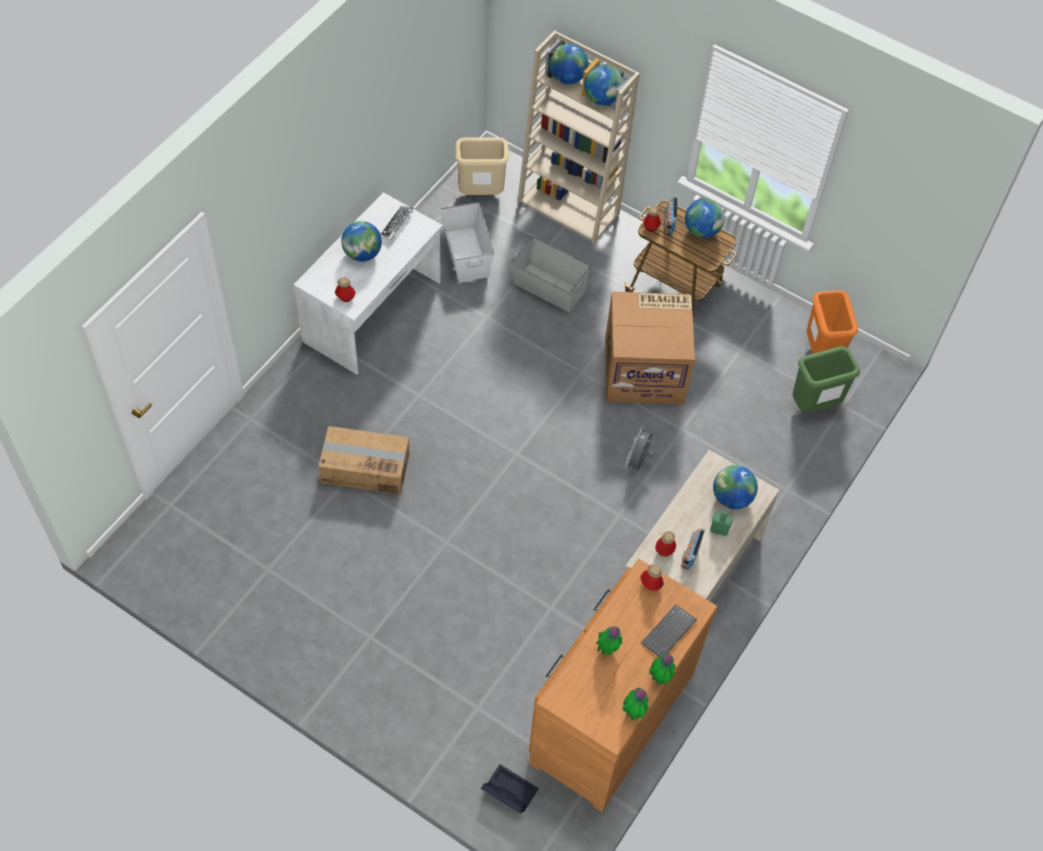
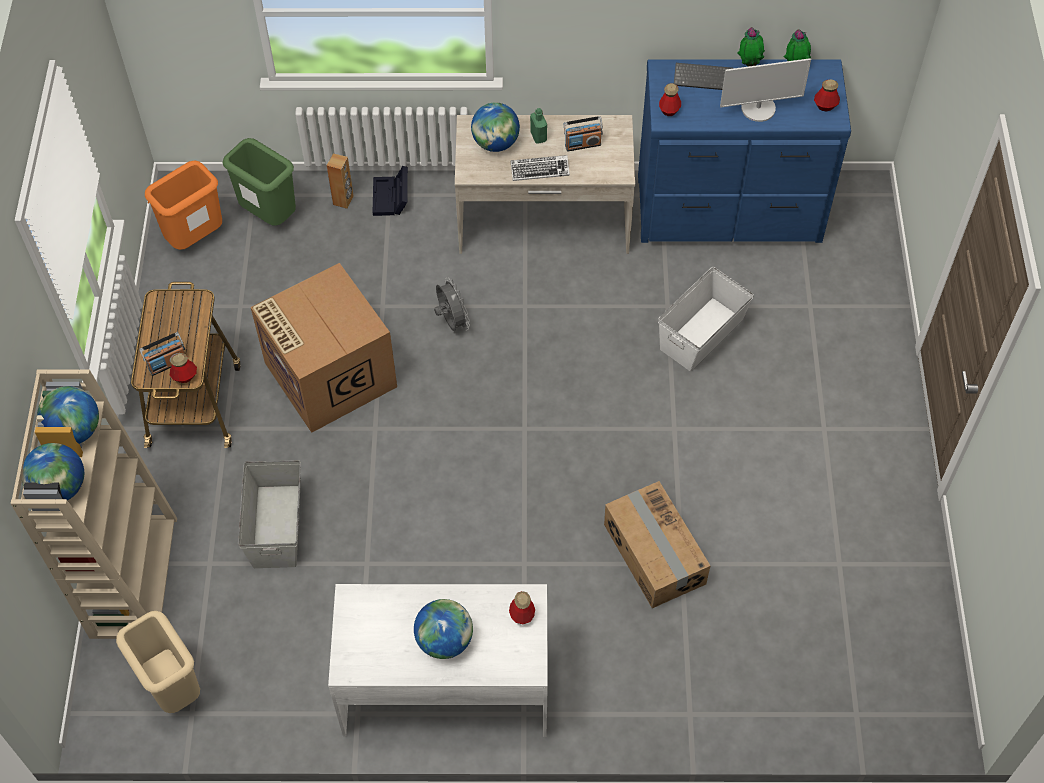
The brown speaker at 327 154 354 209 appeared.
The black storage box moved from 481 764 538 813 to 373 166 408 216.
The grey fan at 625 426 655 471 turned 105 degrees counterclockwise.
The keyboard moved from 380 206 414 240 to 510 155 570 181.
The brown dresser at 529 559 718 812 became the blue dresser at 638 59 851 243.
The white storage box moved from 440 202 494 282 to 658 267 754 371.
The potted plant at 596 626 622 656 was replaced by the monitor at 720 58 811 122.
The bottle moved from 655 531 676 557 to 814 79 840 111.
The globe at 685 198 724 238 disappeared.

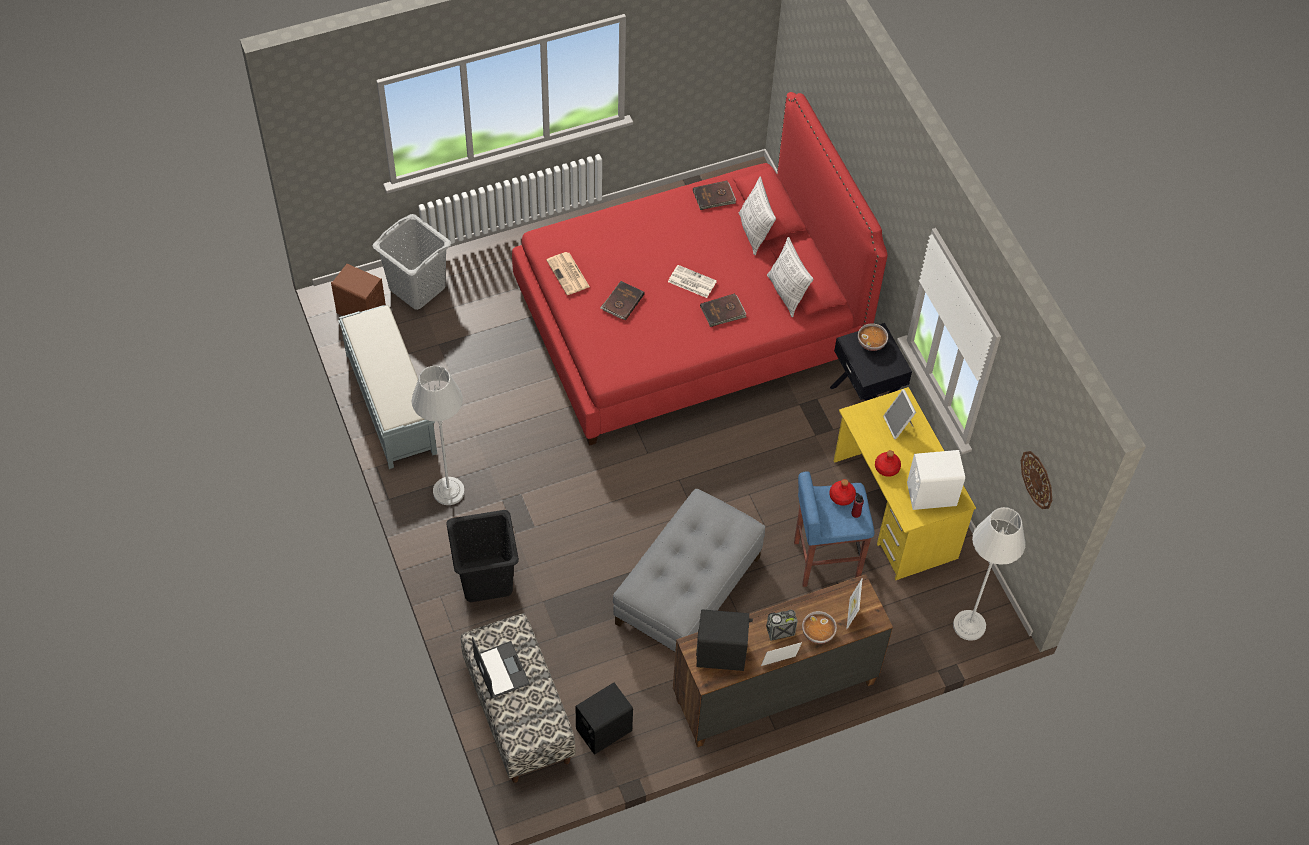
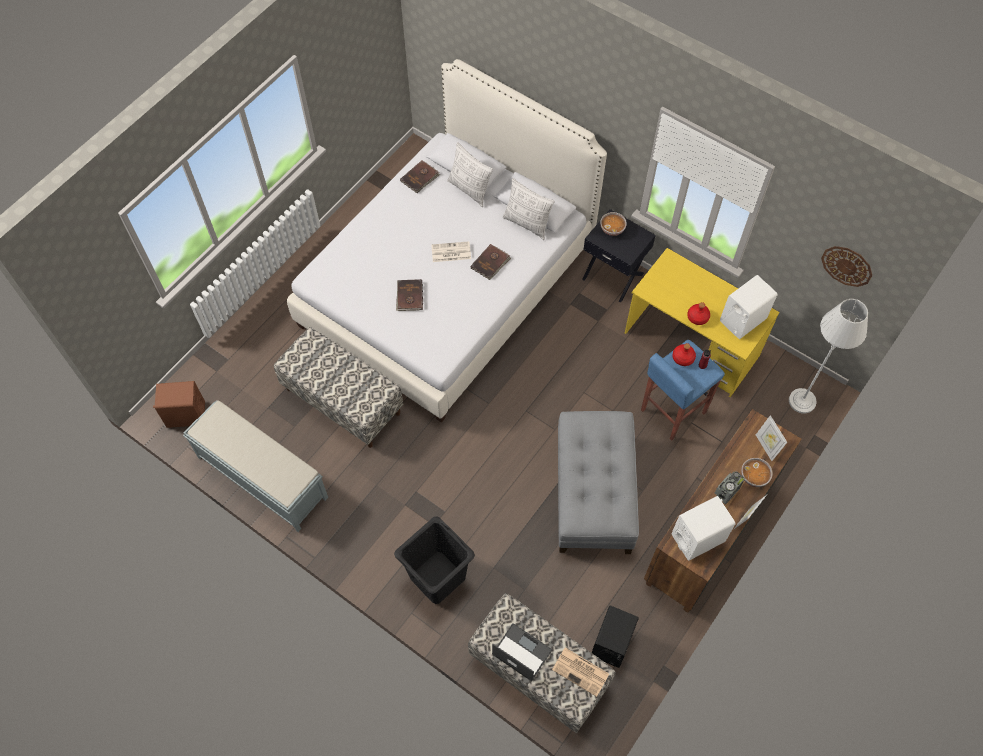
The bench at 274 327 403 448 appeared.
The red bed at 512 92 888 446 became the white bed at 287 59 607 423.
The newspaper moved from 546 252 590 295 to 552 648 609 697.
The black speaker at 696 609 753 671 became the white speaker at 672 496 736 561.
The grey laundry basket at 373 214 451 310 disappeared.
The grey floor lamp at 411 366 465 505 disappeared.
The picture frame at 883 389 916 439 disappeared.

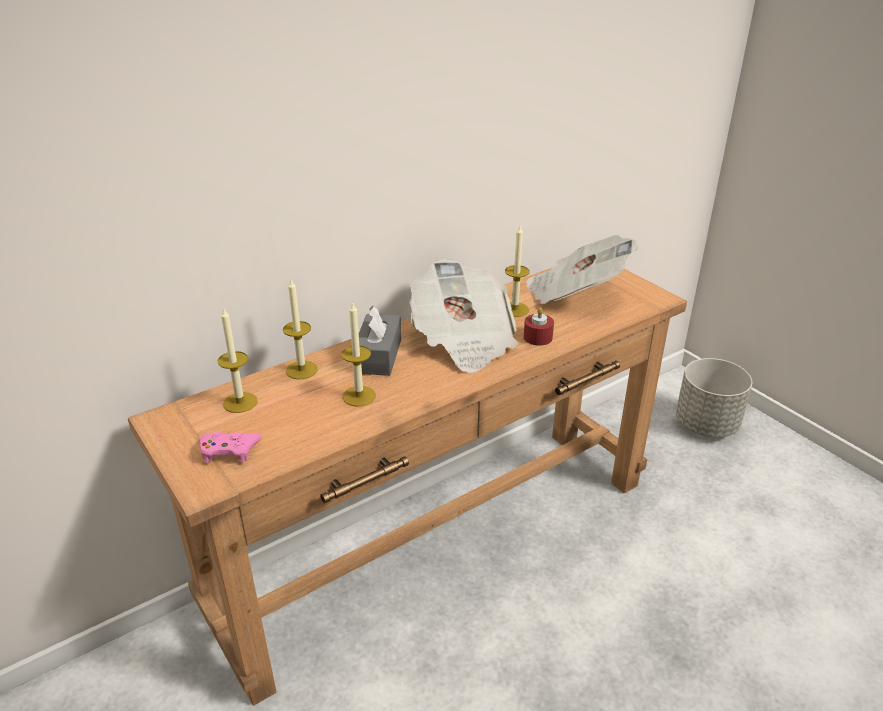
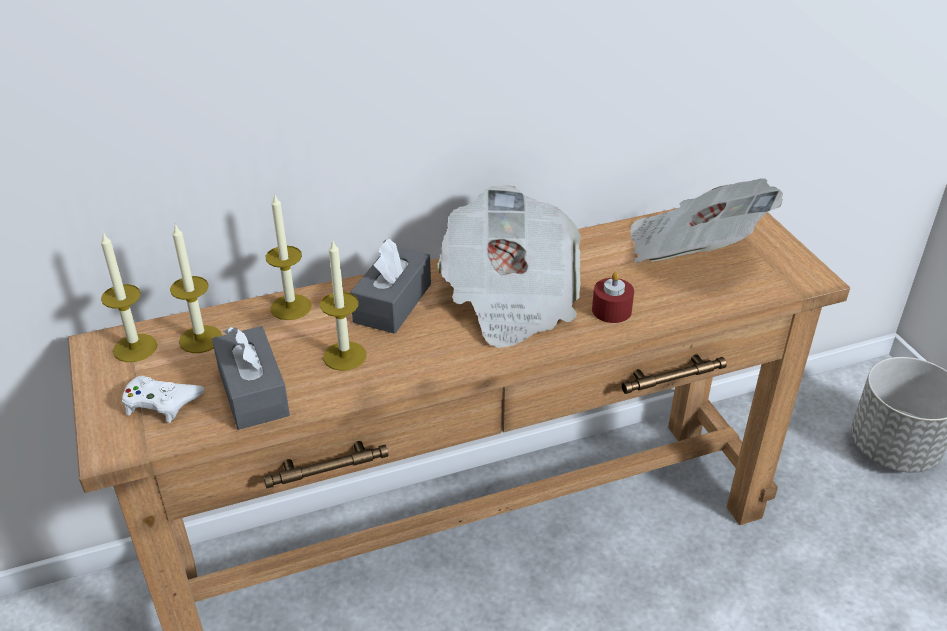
The candle moved from 505 226 530 317 to 101 232 158 362.
The pink game controller at 200 431 261 464 became the white game controller at 122 376 204 423.
The grey tissue box at 212 326 290 430 appeared.

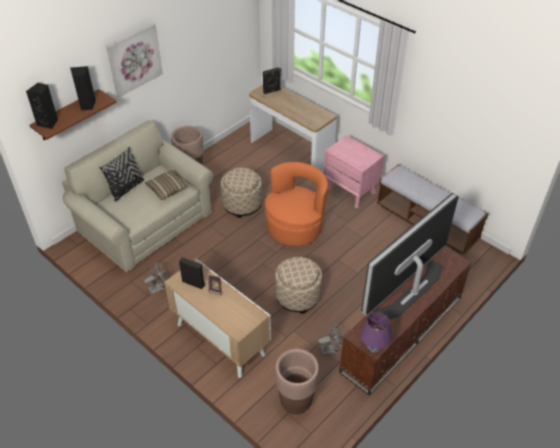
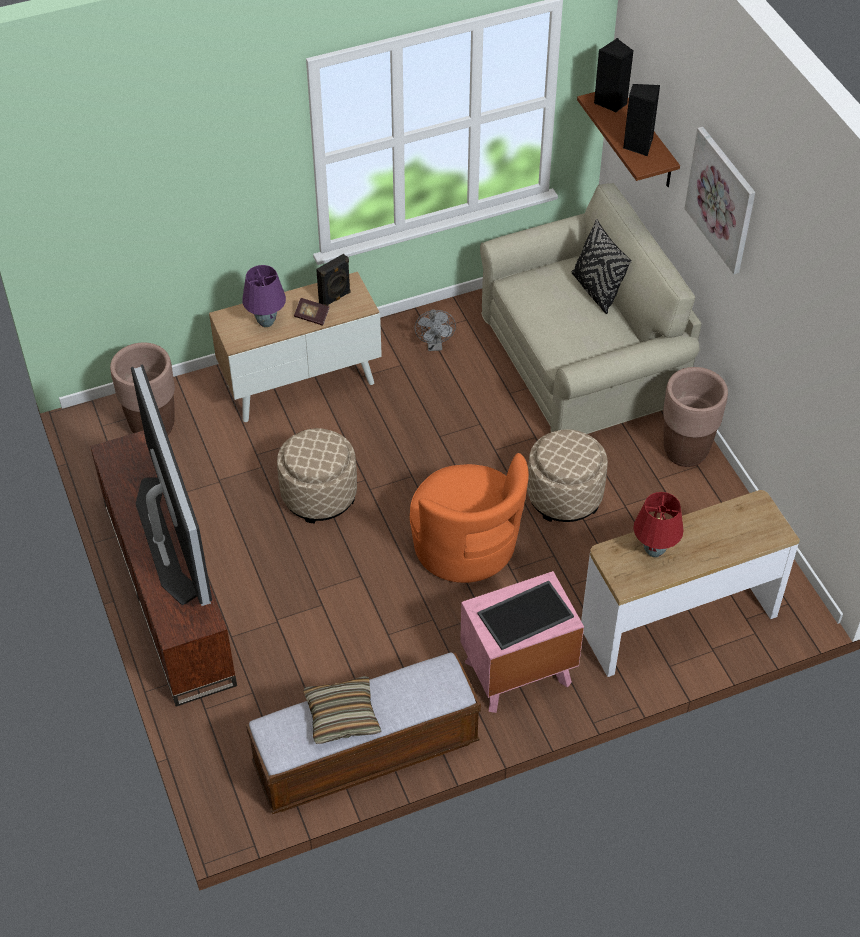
The purple table lamp moved from 360 312 392 353 to 242 265 286 327.
The pillow moved from 145 170 188 200 to 303 676 382 744.
The tray at 477 581 574 650 appeared.
The red table lamp at 633 492 684 557 appeared.
The black speaker at 263 67 281 94 disappeared.
The grey fan at 318 323 344 356 disappeared.

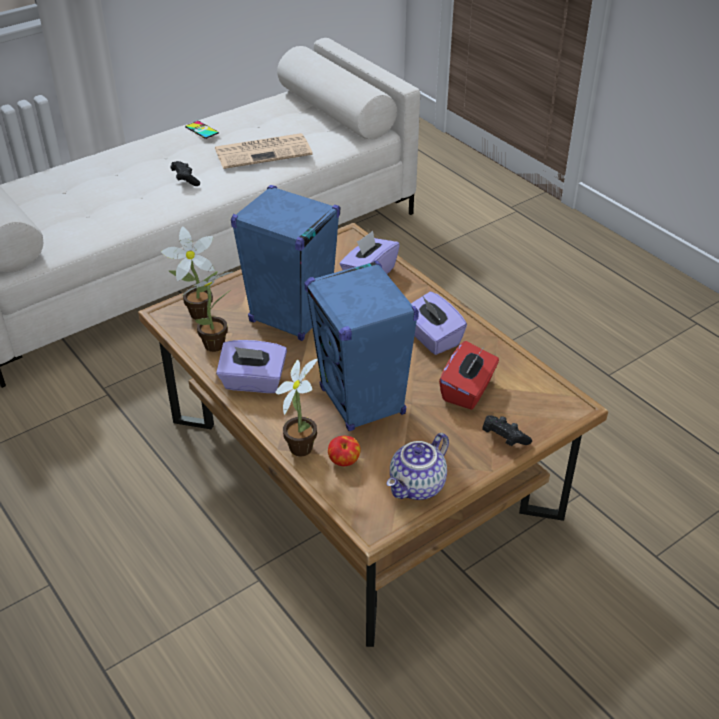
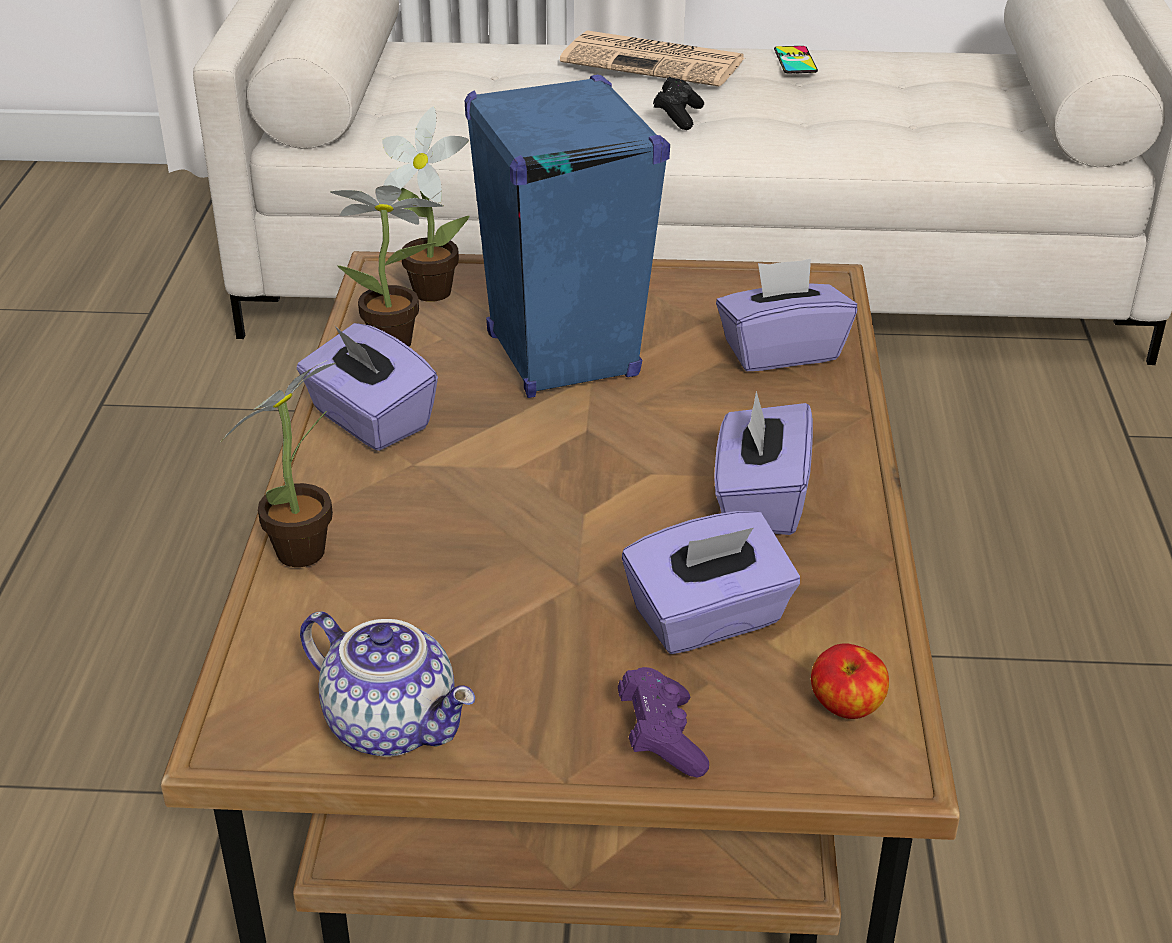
The teapot at 387 433 449 500 turned 135 degrees counterclockwise.
The newspaper moved from 215 133 313 169 to 560 31 744 87.
The black game controller at 482 415 532 446 became the purple game controller at 618 667 709 778.
The red tissue box at 439 341 499 410 became the purple tissue box at 622 511 800 654.
The apple moved from 328 436 361 466 to 811 643 889 719.
The blue speaker at 304 260 419 431 disappeared.

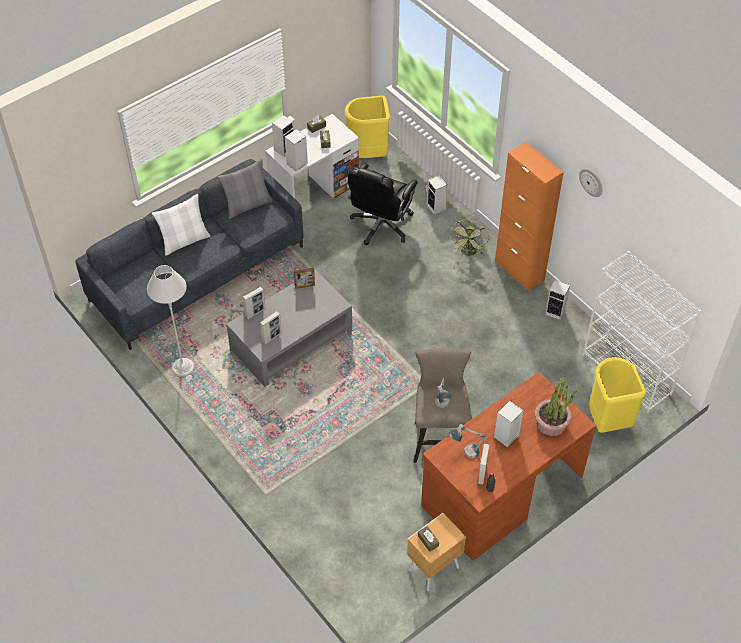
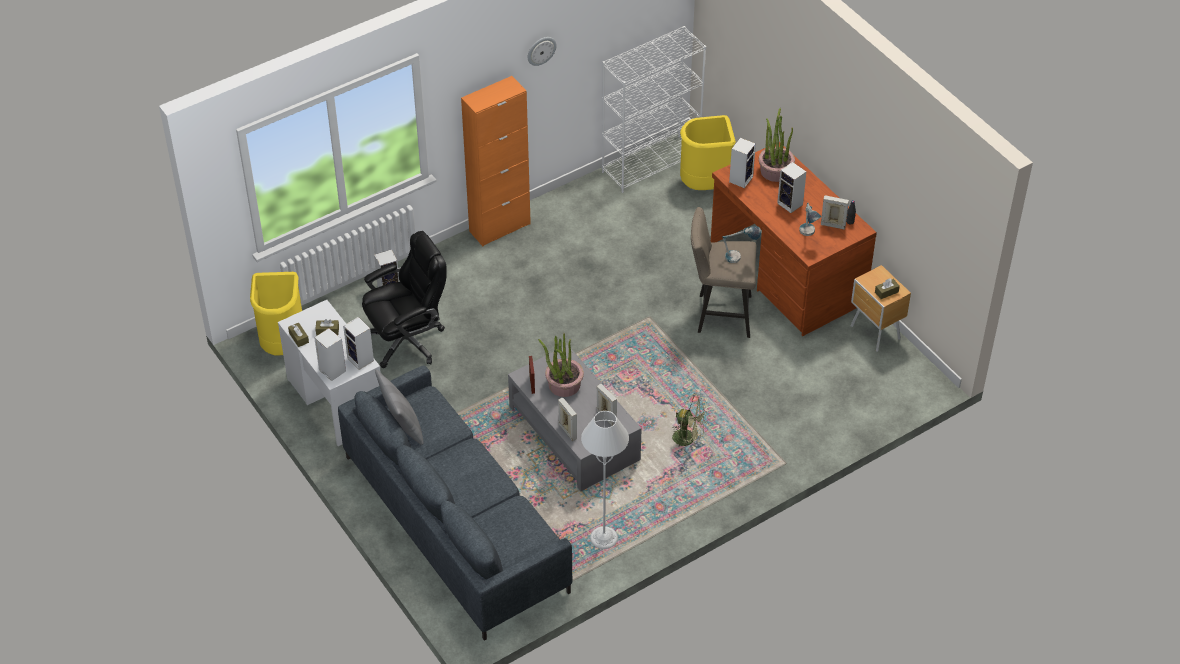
The black office chair at 348 163 418 245 turned 60 degrees counterclockwise.
The potted plant at 538 333 584 397 appeared.
The green fan moved from 450 220 489 256 to 672 393 708 447.
The speaker moved from 545 280 570 320 to 729 138 756 188.
The white pillow at 152 194 210 256 disappeared.

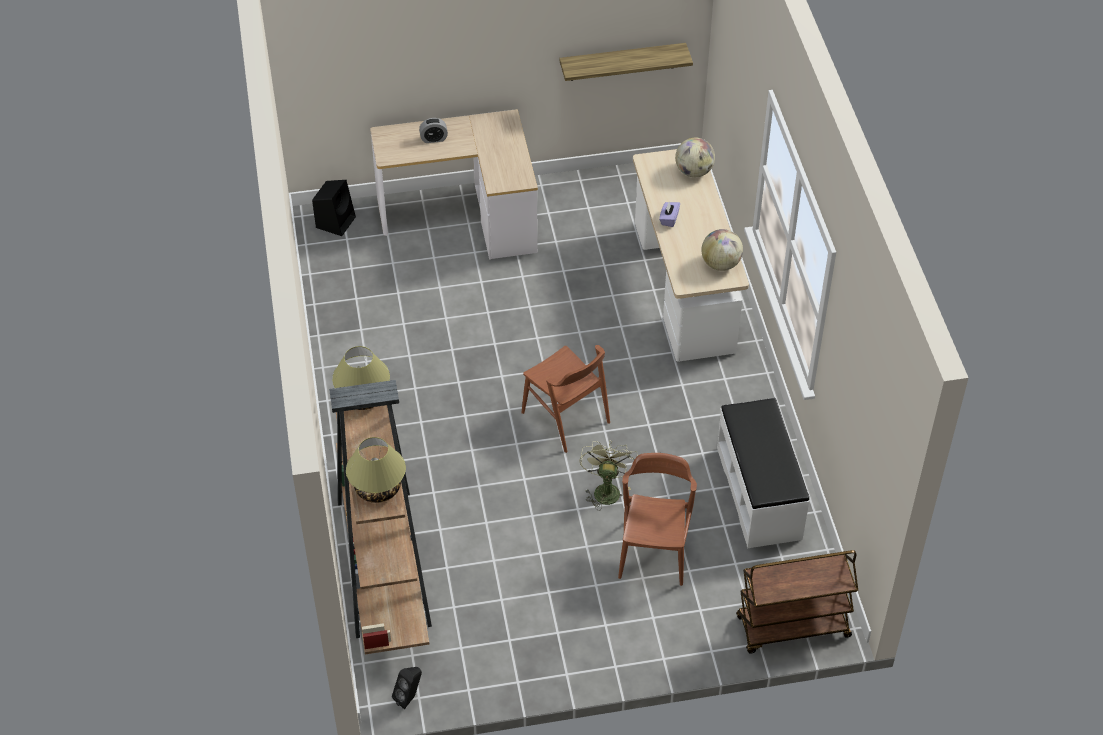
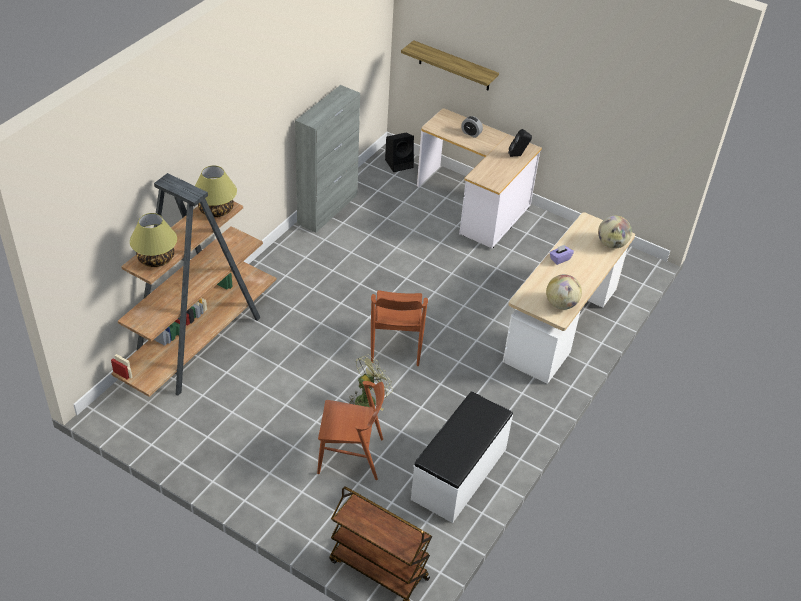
The grey cabinet at 295 85 360 233 appeared.
The brown chair at 618 453 697 586 turned 45 degrees clockwise.
The shelf moved from 559 43 693 81 to 401 40 499 90.
The black speaker moved from 392 667 422 709 to 508 129 532 157.

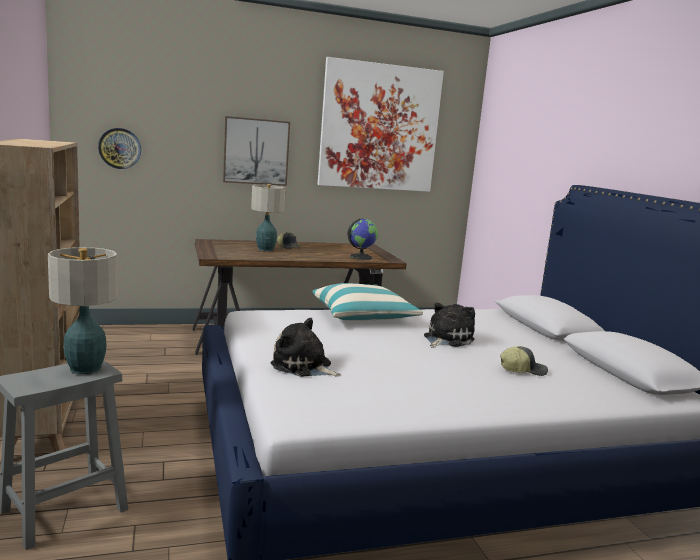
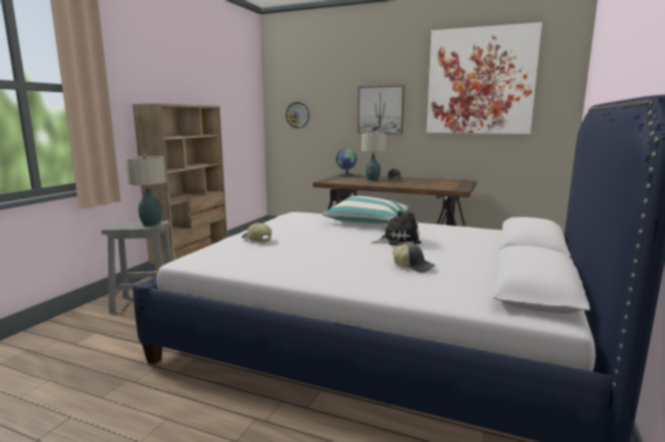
The plush toy at 270 318 341 377 was replaced by the cap at 242 222 272 242.
The globe moved from 347 219 378 260 to 336 149 357 177.

